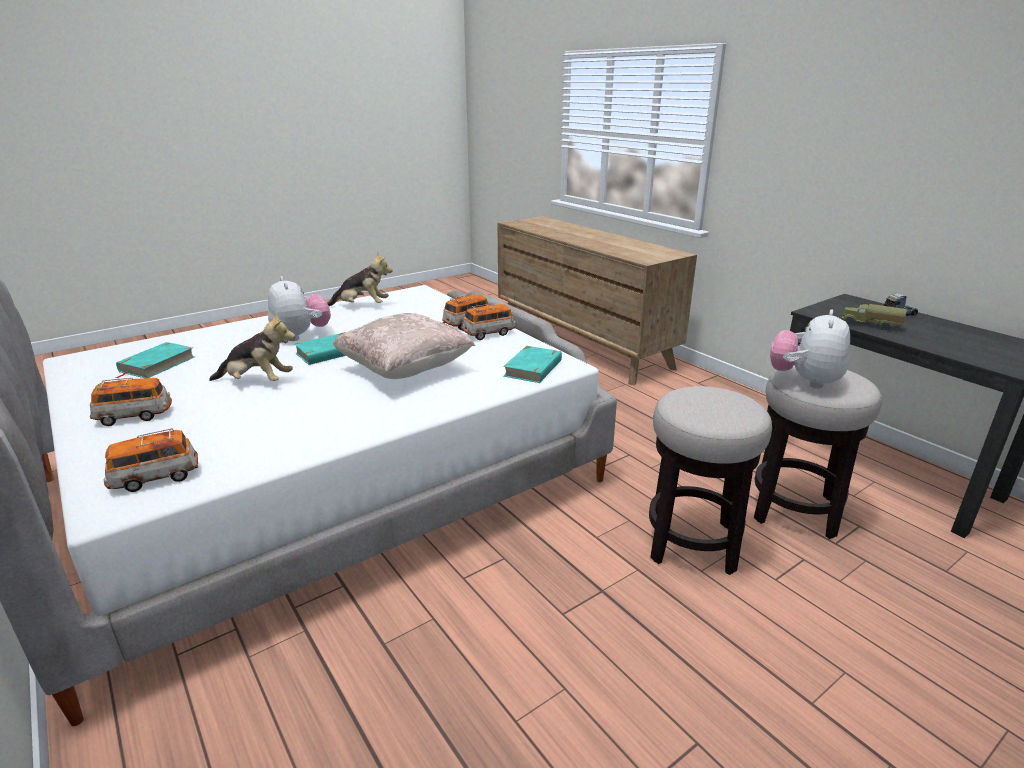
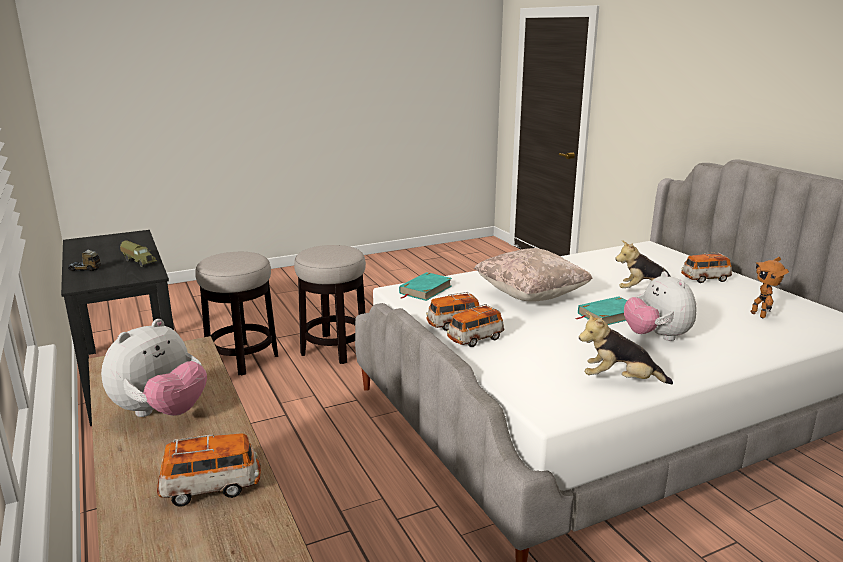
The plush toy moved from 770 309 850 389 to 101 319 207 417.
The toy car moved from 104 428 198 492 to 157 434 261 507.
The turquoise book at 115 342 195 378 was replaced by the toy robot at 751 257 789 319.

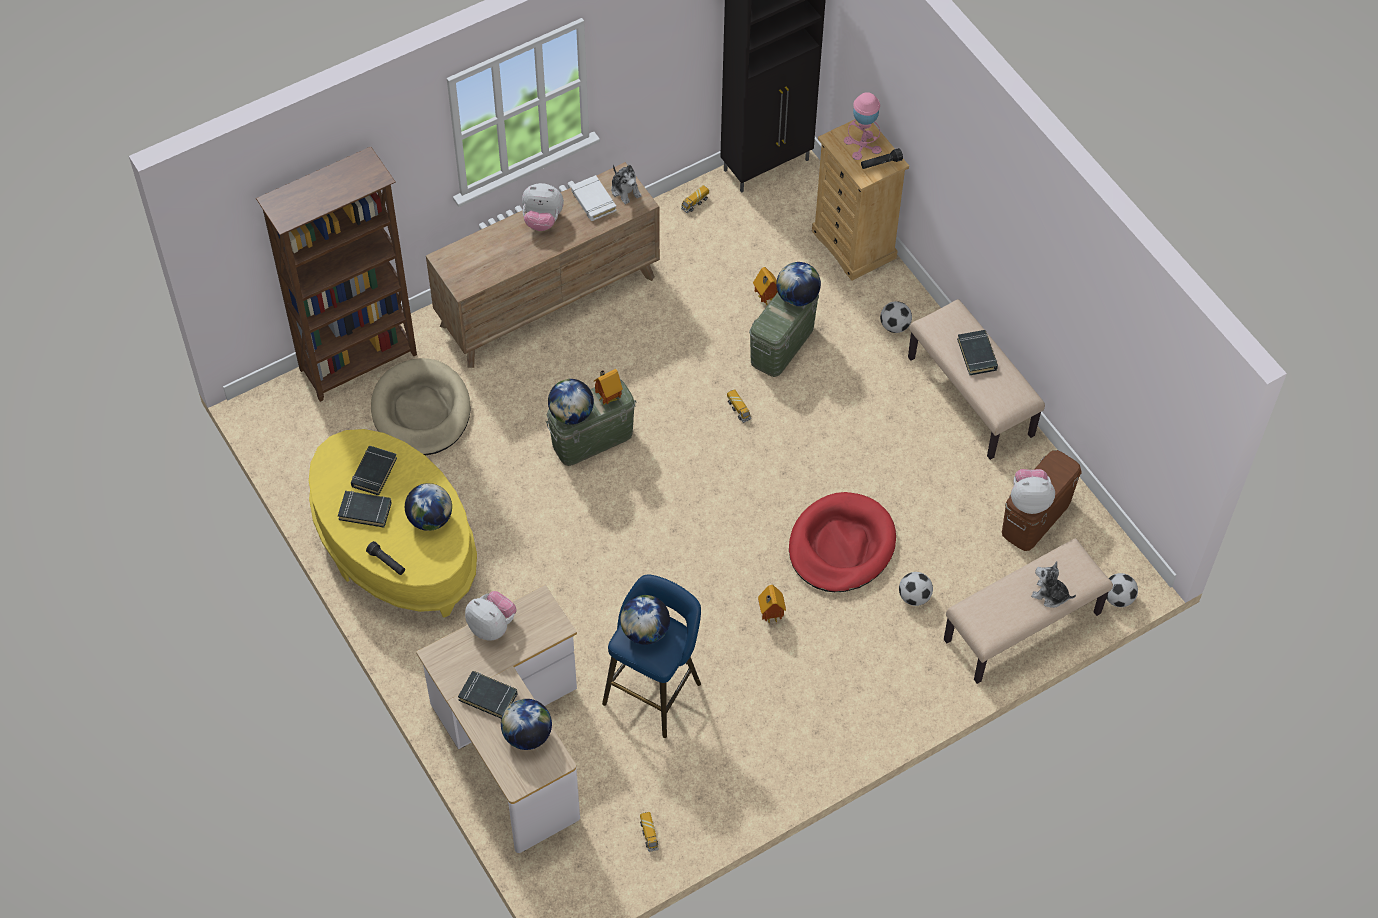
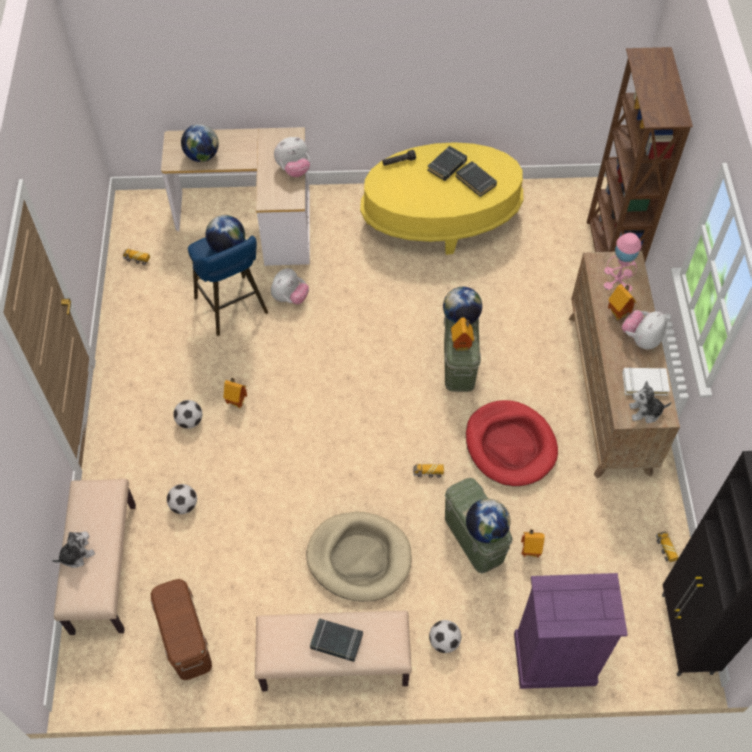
The football moved from 1106 573 1138 607 to 173 400 202 429.
The plush toy moved from 1011 469 1055 514 to 271 268 309 304.
The beige dog bed moved from 371 358 470 456 to 307 512 412 602.
The red dog bed moved from 789 492 896 592 to 466 400 558 486.
The beige dresser at 812 119 909 281 became the purple dresser at 514 573 628 689.
The pink table lamp moved from 844 92 882 160 to 604 233 641 292.
The toy house at 608 284 636 320 appeared.
The globe at 405 483 452 531 disappeared.
The black book at 458 671 517 718 disappeared.
The black flashlight at 861 148 903 169 disappeared.

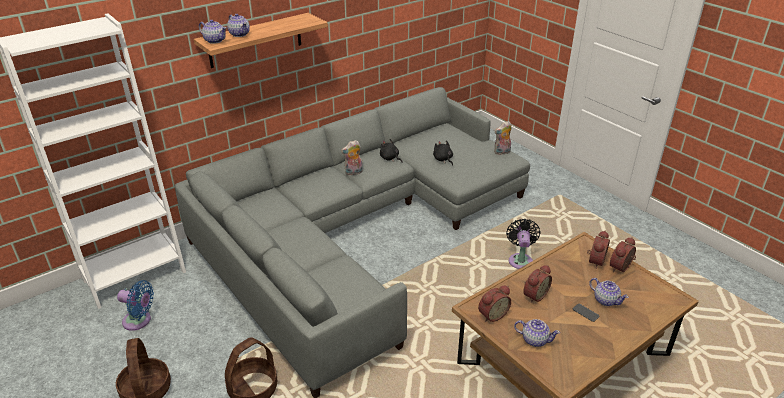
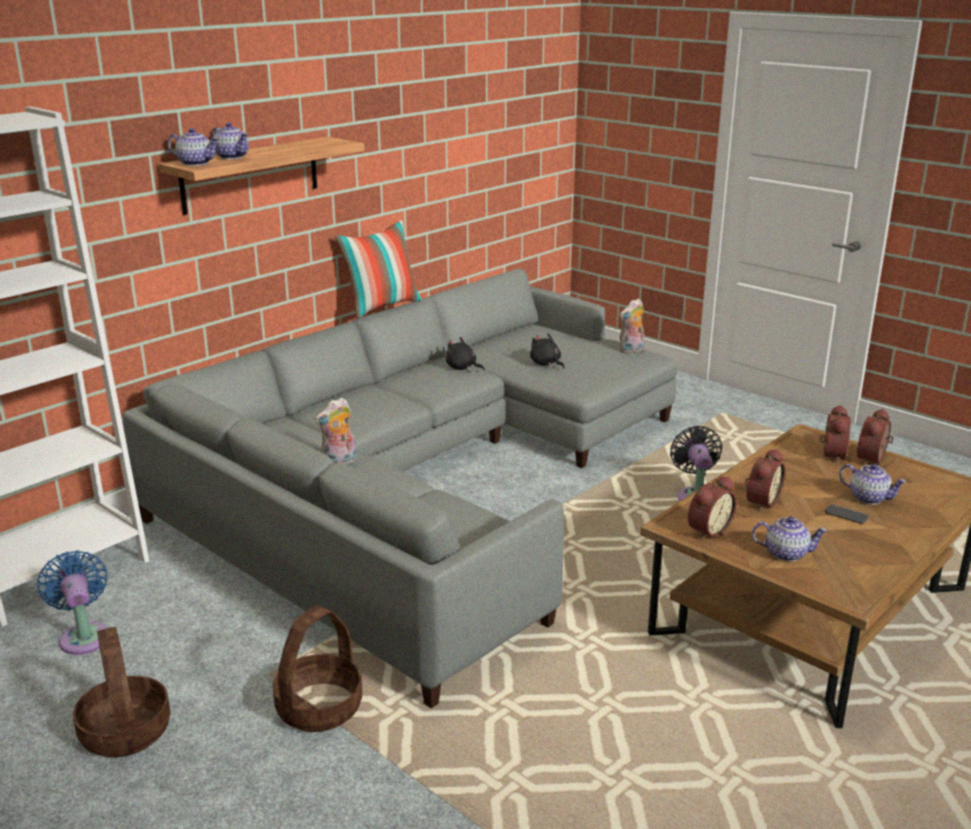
The blue fan at 117 280 154 331 turned 120 degrees counterclockwise.
The plush toy moved from 341 140 363 175 to 315 397 356 465.
The pillow at 335 220 422 318 appeared.

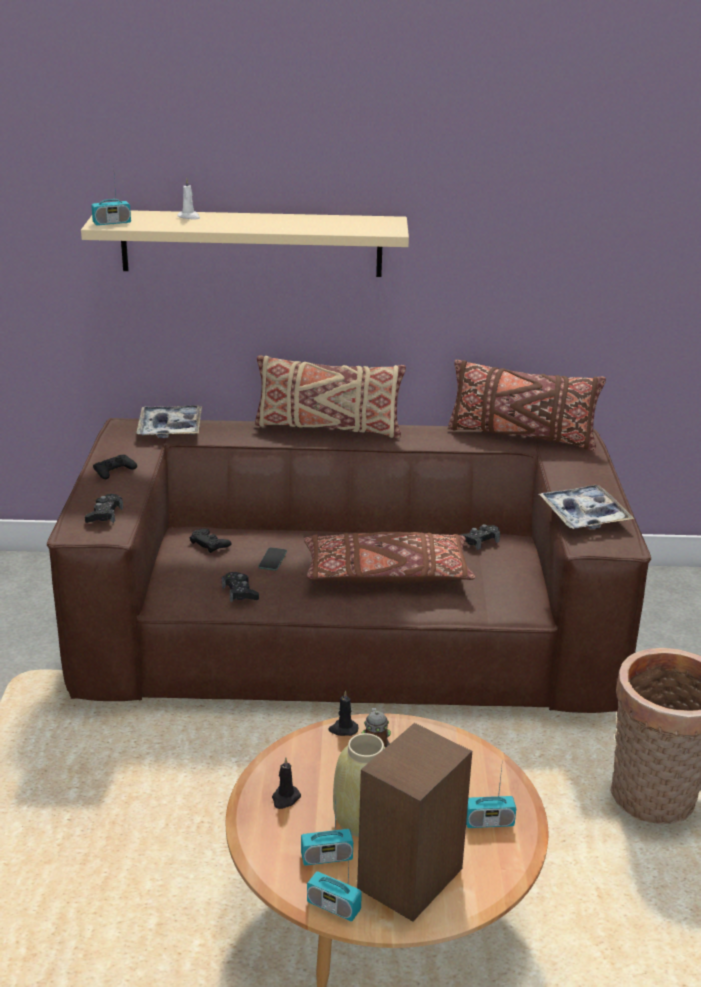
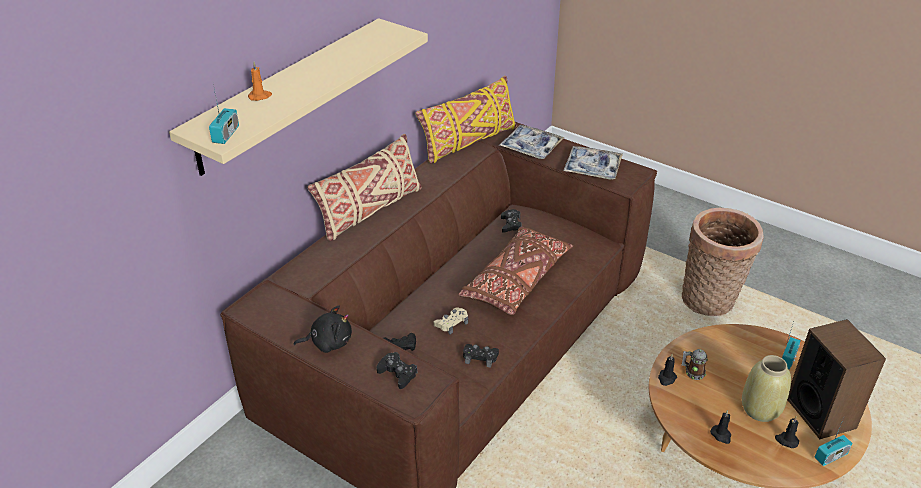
The white candle at 177 178 200 220 became the orange candle at 248 62 272 101.
The black game controller at 93 455 137 479 was replaced by the black plush toy at 294 305 352 353.
The brown pillow at 448 360 606 451 became the yellow pillow at 415 76 517 163.
The phone at 258 547 287 571 was replaced by the beige game controller at 434 308 468 335.
The tray moved from 136 405 202 438 to 500 125 564 159.
The radio at 301 803 353 866 was replaced by the black candle at 775 416 799 448.

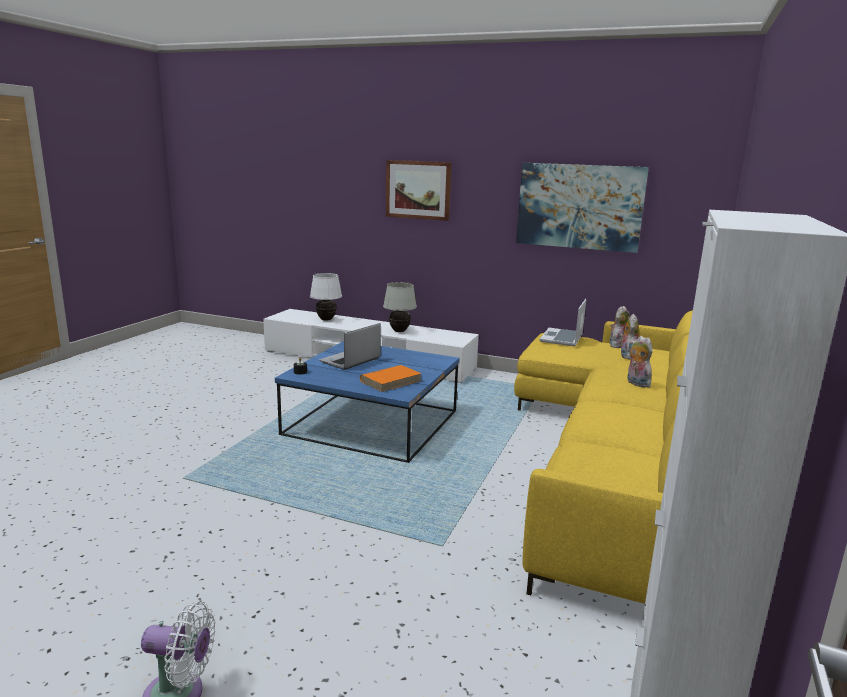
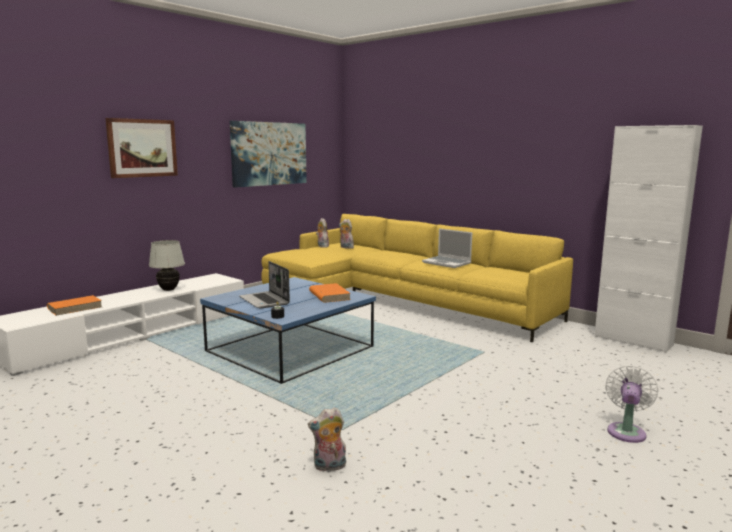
The white table lamp at 310 273 342 321 was replaced by the orange book at 47 295 102 316.
The plush toy moved from 627 336 653 388 to 308 407 346 472.
The laptop moved from 539 299 586 346 to 422 228 472 268.

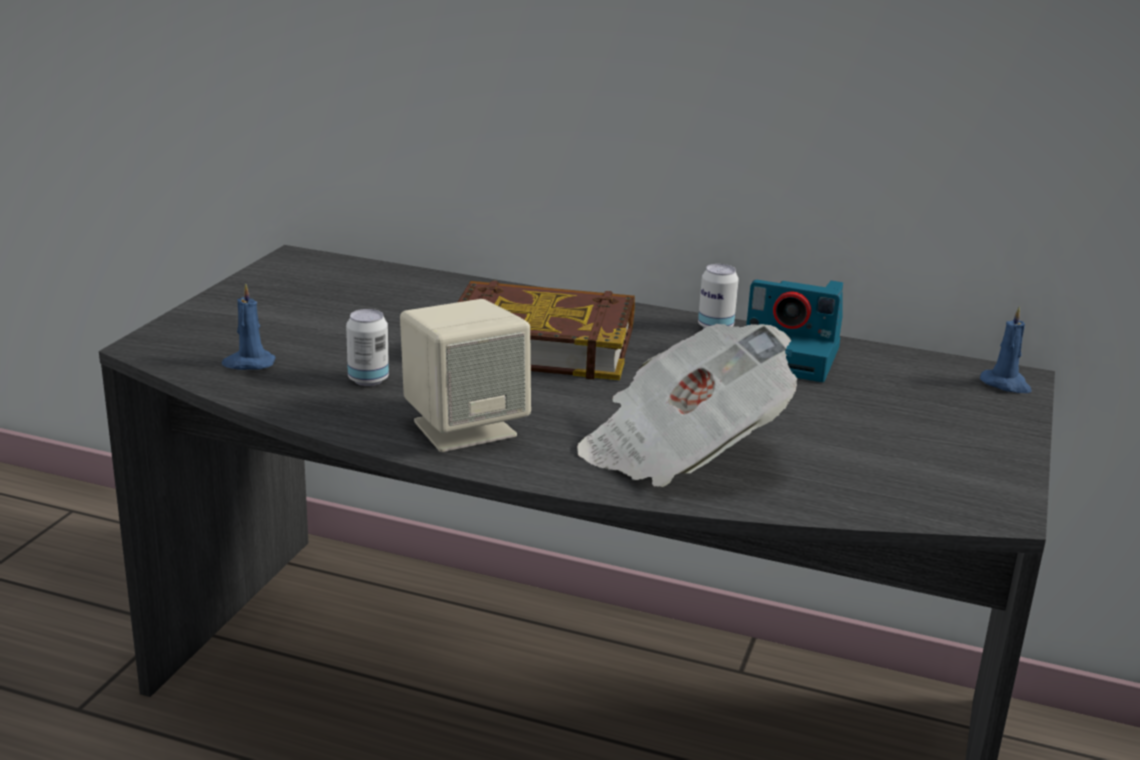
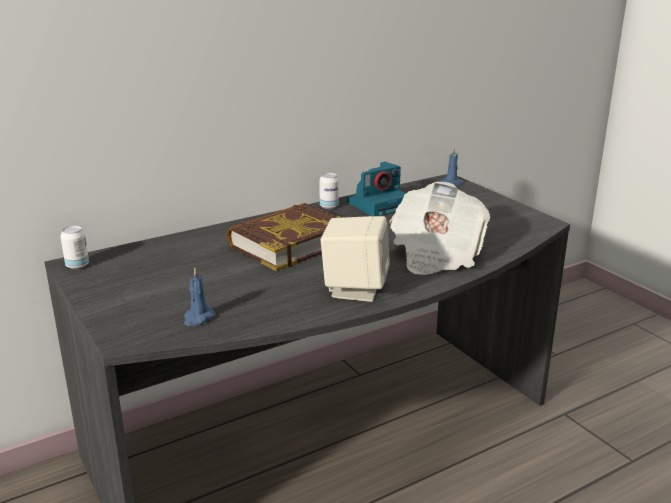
The can moved from 346 309 389 386 to 60 226 89 269.

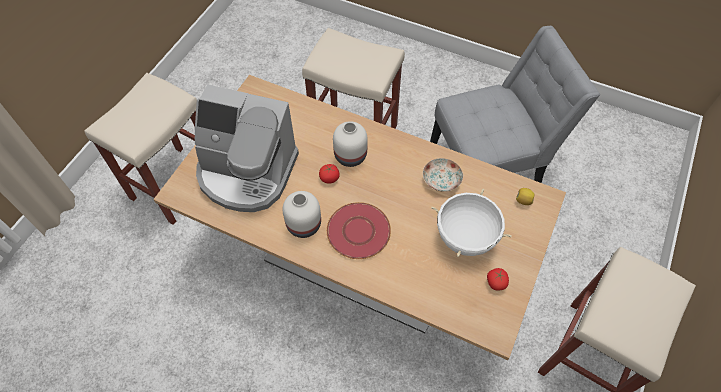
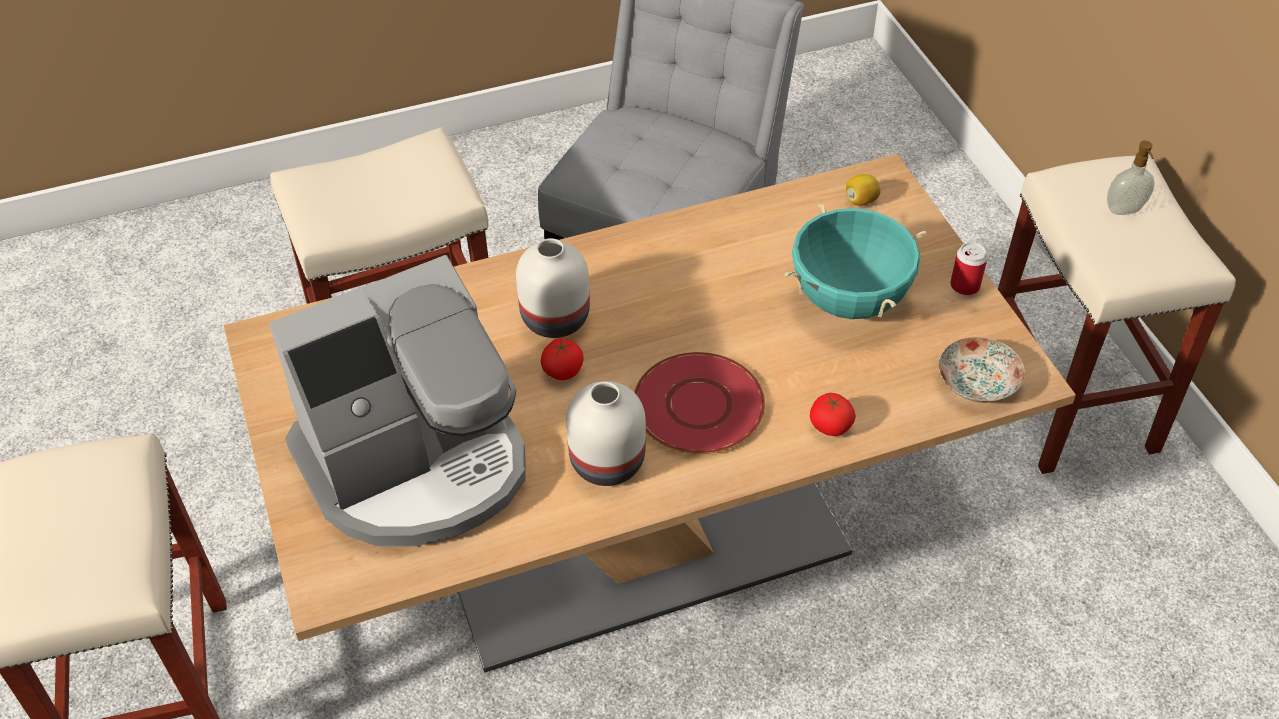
The white cooking pot at 431 189 512 257 became the turquoise cooking pot at 784 203 926 319.
The tomato moved from 487 268 509 291 to 810 393 856 436.
The plate moved from 423 158 463 192 to 939 337 1025 403.
The can at 950 242 988 295 appeared.
The soap dispenser at 1107 141 1155 215 appeared.

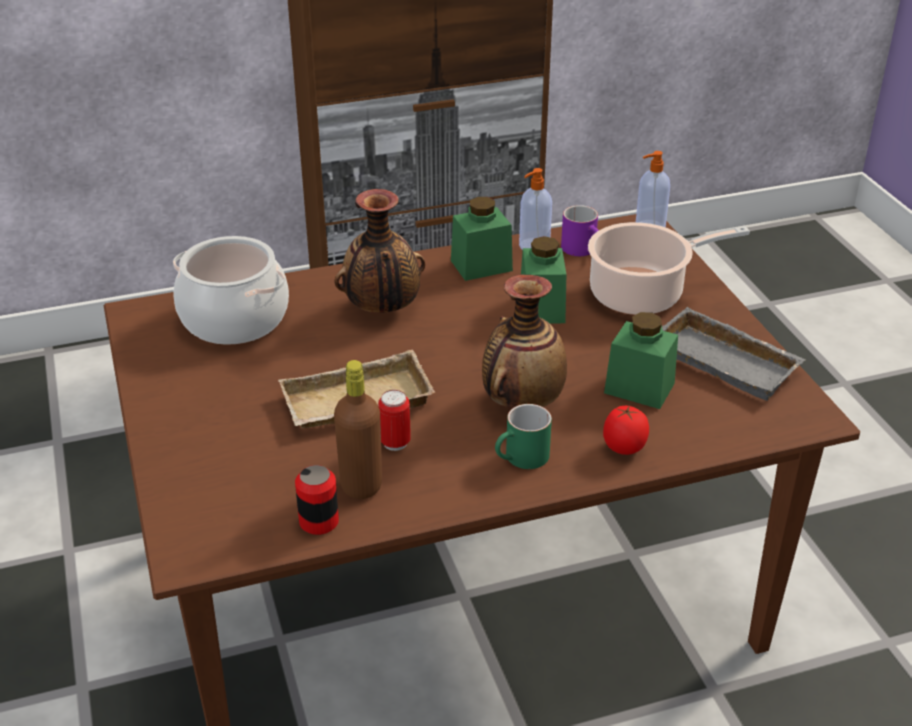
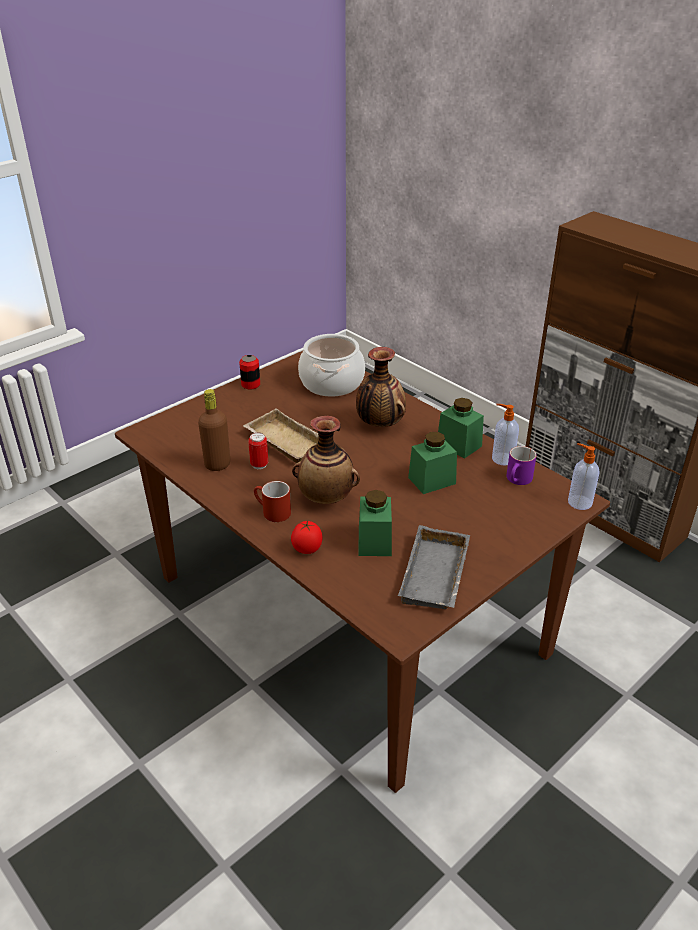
The can moved from 295 465 339 535 to 239 355 260 389.
The green mug at 495 404 552 469 became the red mug at 254 481 291 522.
The cooking pot at 588 222 750 315 disappeared.

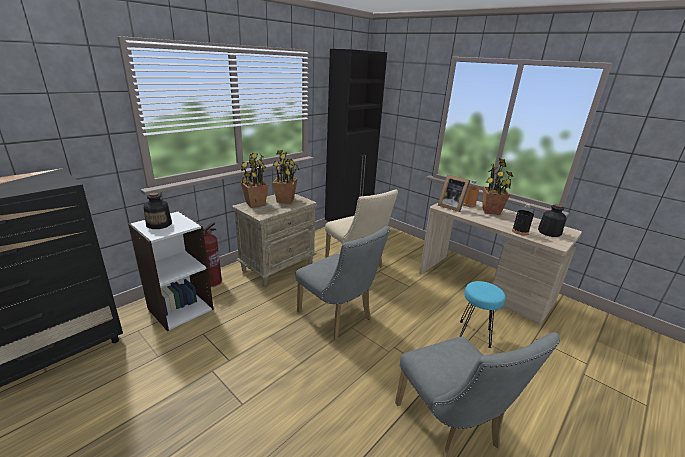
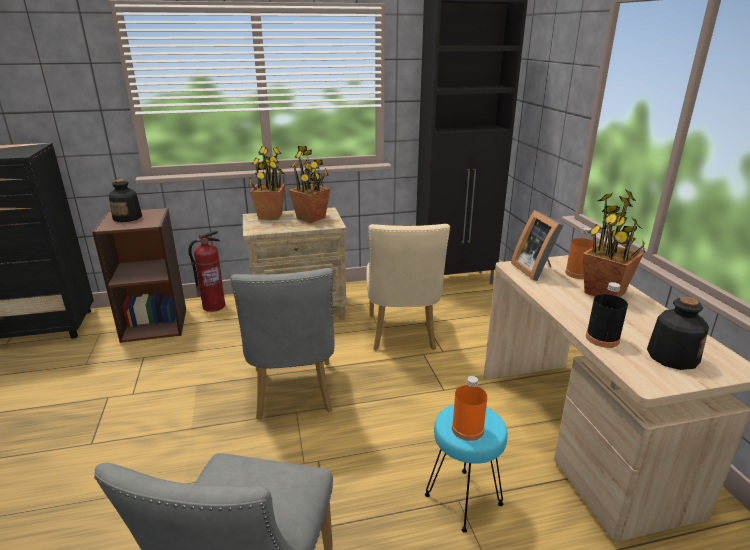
The white bookcase at 128 211 213 331 became the brown bookcase at 92 208 186 343.
The orange bottle at 452 376 487 441 appeared.

